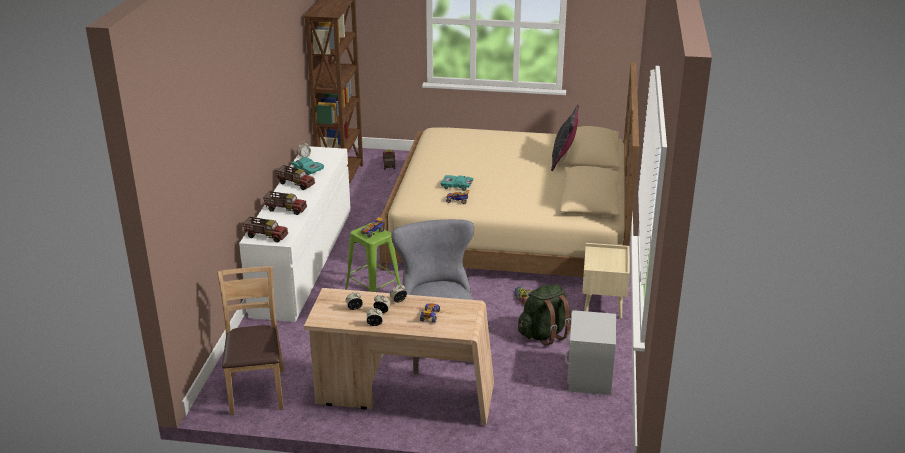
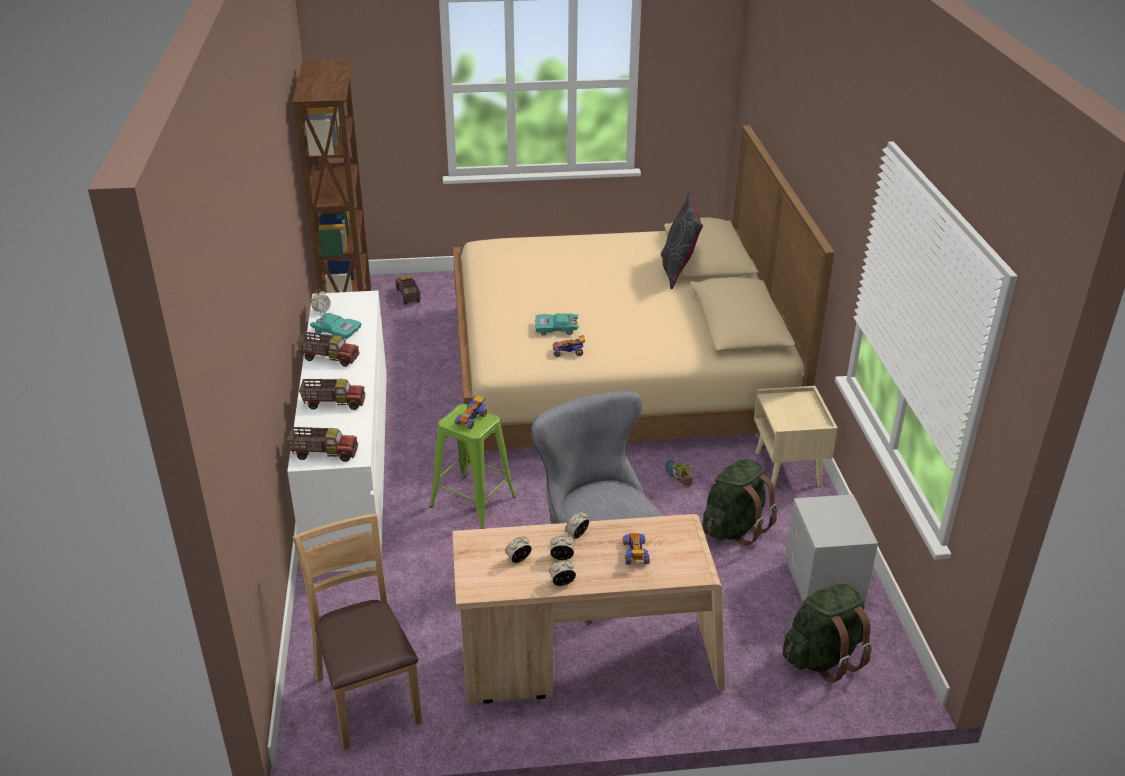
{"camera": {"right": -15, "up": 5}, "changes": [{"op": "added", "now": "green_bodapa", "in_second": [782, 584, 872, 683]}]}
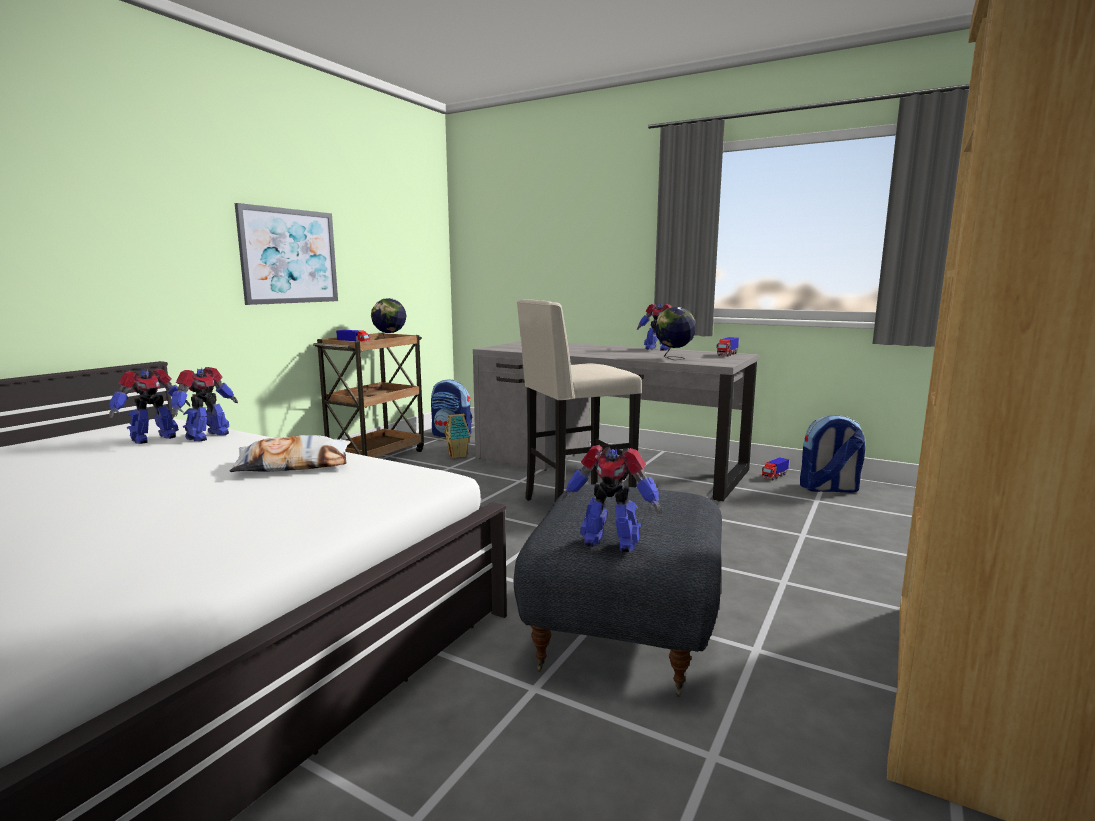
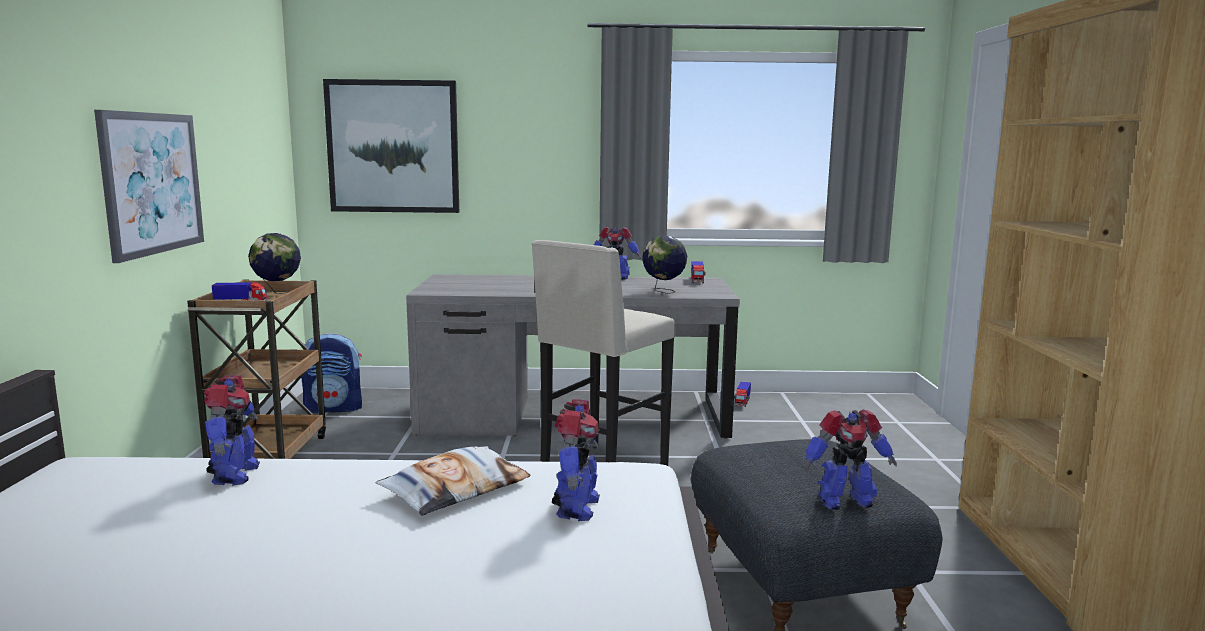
{"camera": {"right": -30, "up": 0}, "changes": [{"op": "removed", "was": "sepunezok", "in_first": [444, 414, 471, 458]}, {"op": "removed", "was": "bodapa", "in_first": [800, 415, 865, 493]}, {"op": "added", "now": "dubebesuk", "in_second": [323, 79, 459, 213]}, {"op": "moved", "was": "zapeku", "in_first": [109, 368, 191, 444], "in_second": [552, 399, 600, 521]}]}
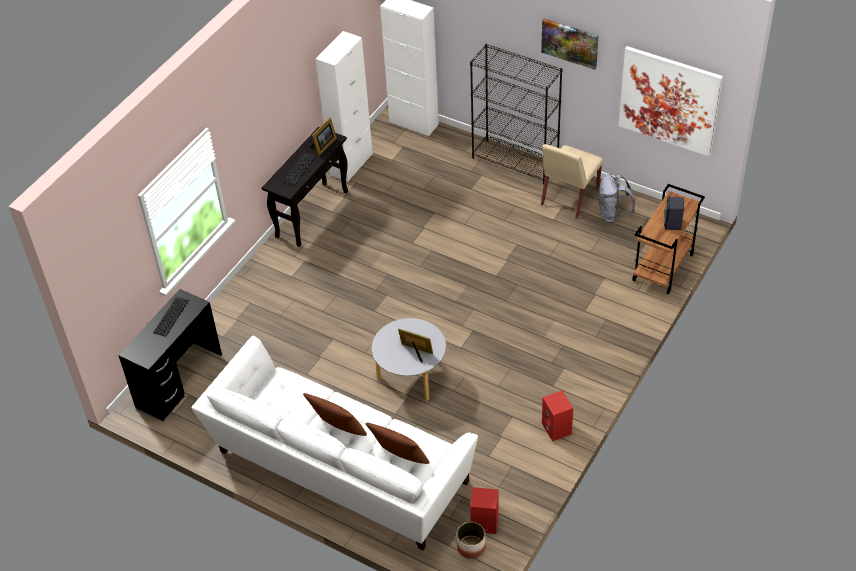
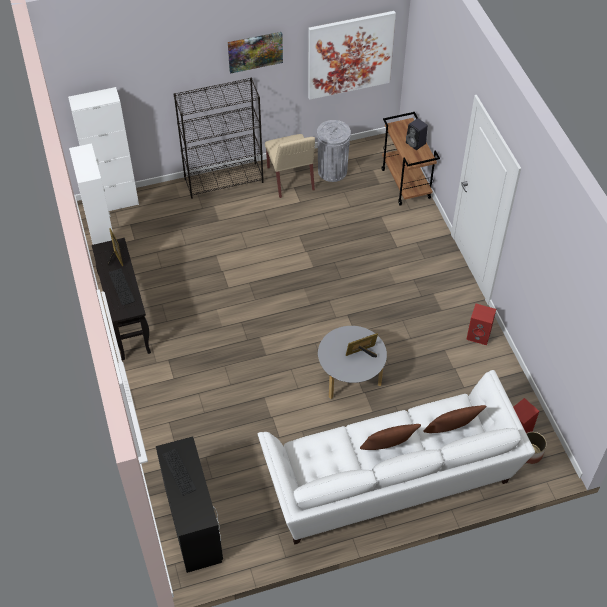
{"camera": {"right": -50, "up": 5}, "changes": [{"op": "replaced", "was": "grey_bodapa", "now": "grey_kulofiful", "in_first": [598, 174, 635, 223], "in_second": [317, 120, 351, 182]}]}
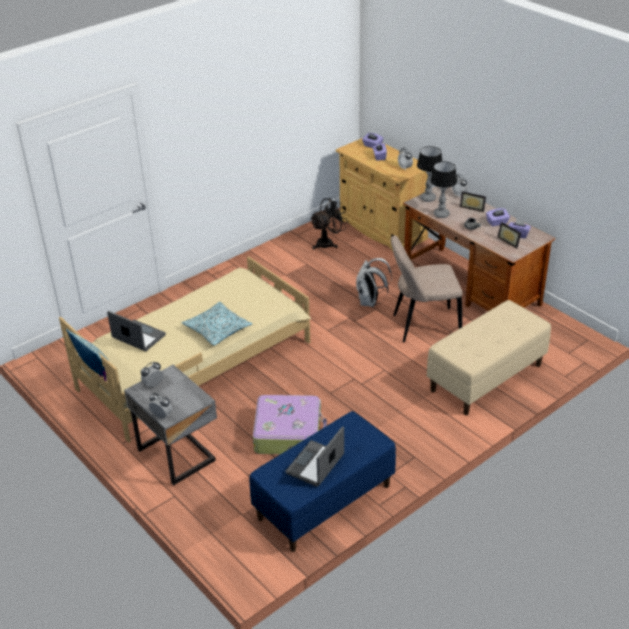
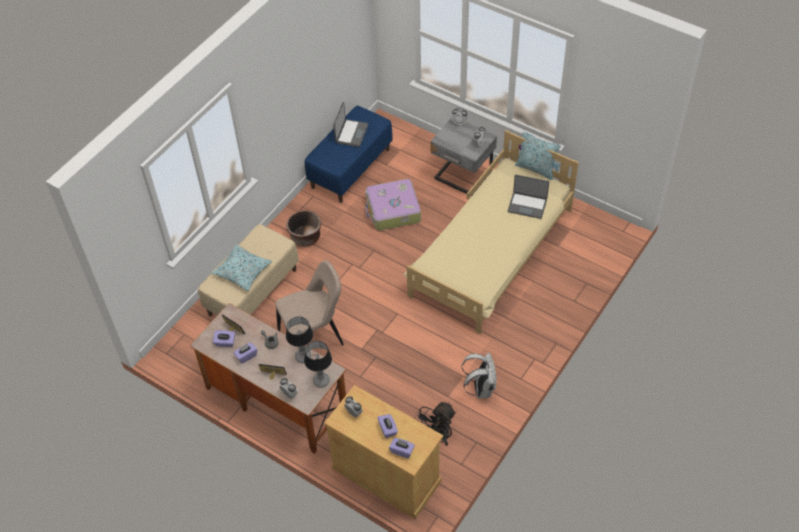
{"camera": {"right": 165, "up": 15}, "changes": [{"op": "added", "now": "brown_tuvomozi", "in_second": [286, 210, 321, 247]}, {"op": "moved", "was": "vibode", "in_first": [181, 302, 252, 346], "in_second": [212, 245, 272, 291]}, {"op": "moved", "was": "white_bodapa", "in_first": [356, 258, 392, 307], "in_second": [461, 353, 497, 399]}]}
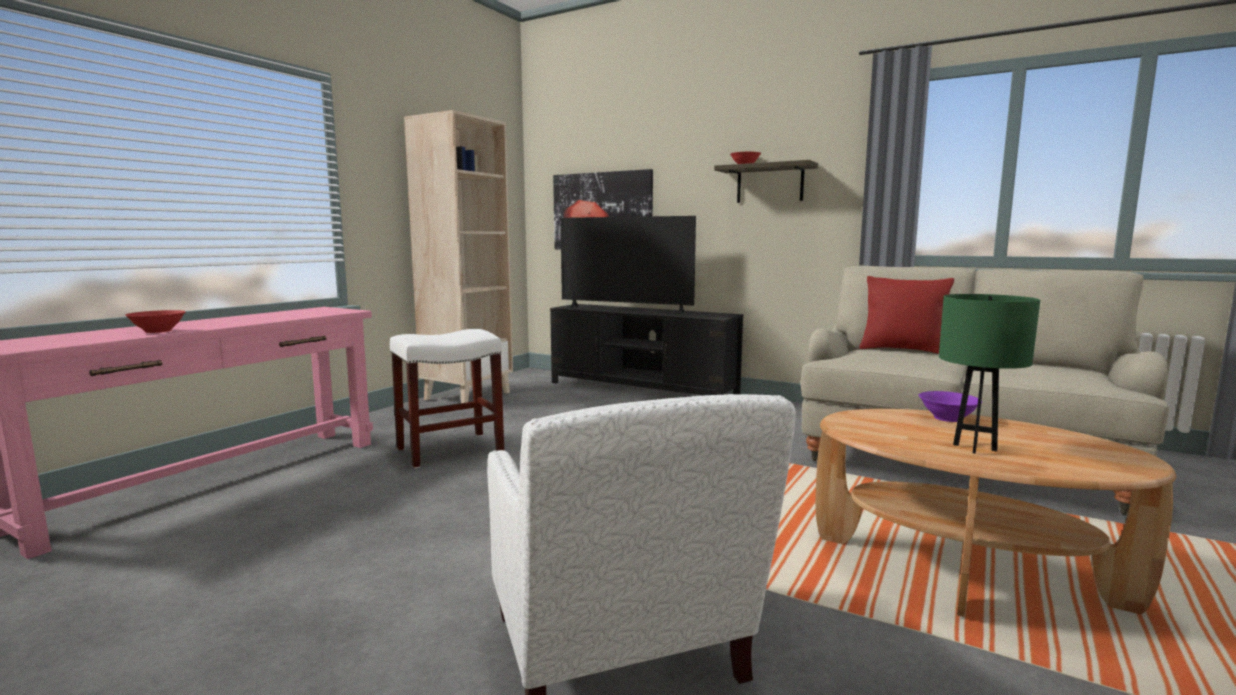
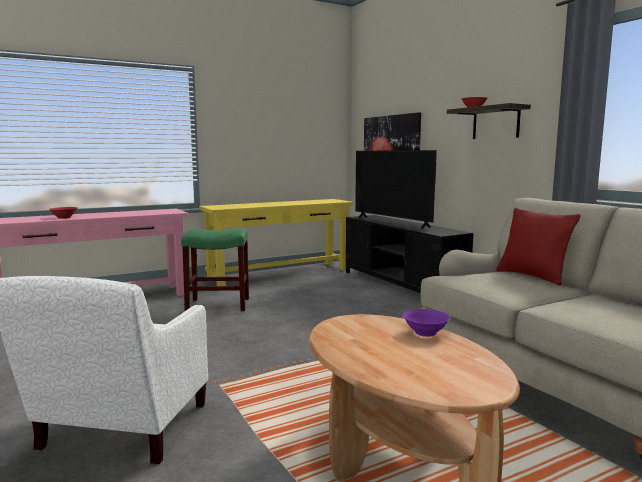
{"camera": {"right": 30, "up": 0}, "changes": [{"op": "removed", "was": "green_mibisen", "in_first": [939, 294, 1040, 454]}, {"op": "replaced", "was": "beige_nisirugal", "now": "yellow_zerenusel", "in_first": [404, 110, 513, 403], "in_second": [199, 199, 353, 286]}, {"op": "recoloured", "was": "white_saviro", "now": "green_saviro", "in_first": [390, 329, 504, 469], "in_second": [181, 228, 249, 312]}]}
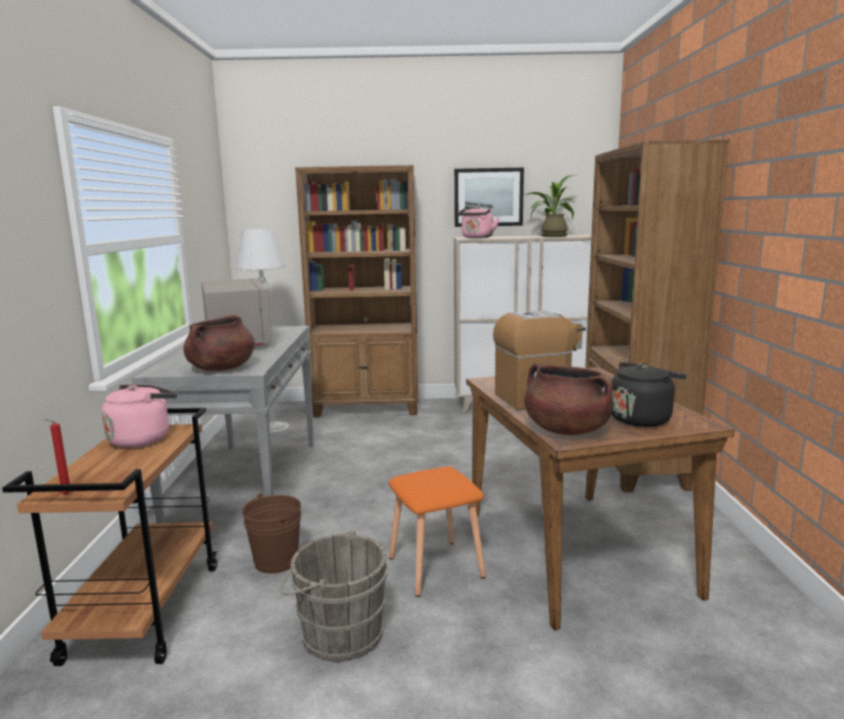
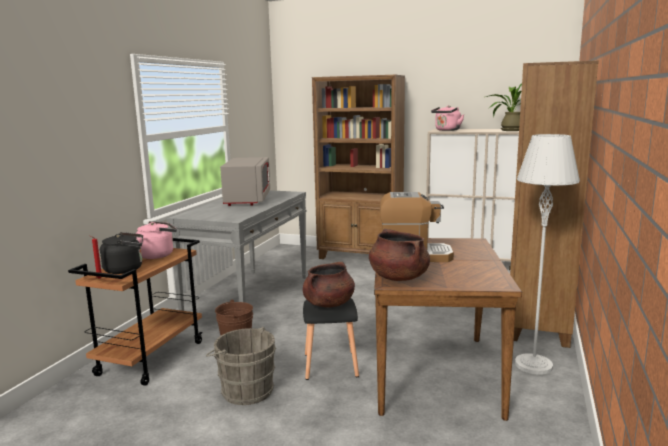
{"camera": {"right": 20, "up": 0}, "changes": [{"op": "removed", "was": "dubebesuk", "in_first": [454, 168, 524, 227]}, {"op": "moved", "was": "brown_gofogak", "in_first": [184, 315, 255, 371], "in_second": [303, 262, 355, 308]}, {"op": "moved", "was": "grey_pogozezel", "in_first": [235, 229, 289, 435], "in_second": [515, 134, 580, 375]}, {"op": "moved", "was": "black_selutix", "in_first": [611, 362, 687, 427], "in_second": [100, 232, 143, 274]}, {"op": "recoloured", "was": "orange_saviro", "now": "black_saviro", "in_first": [389, 466, 486, 597], "in_second": [303, 298, 359, 380]}]}
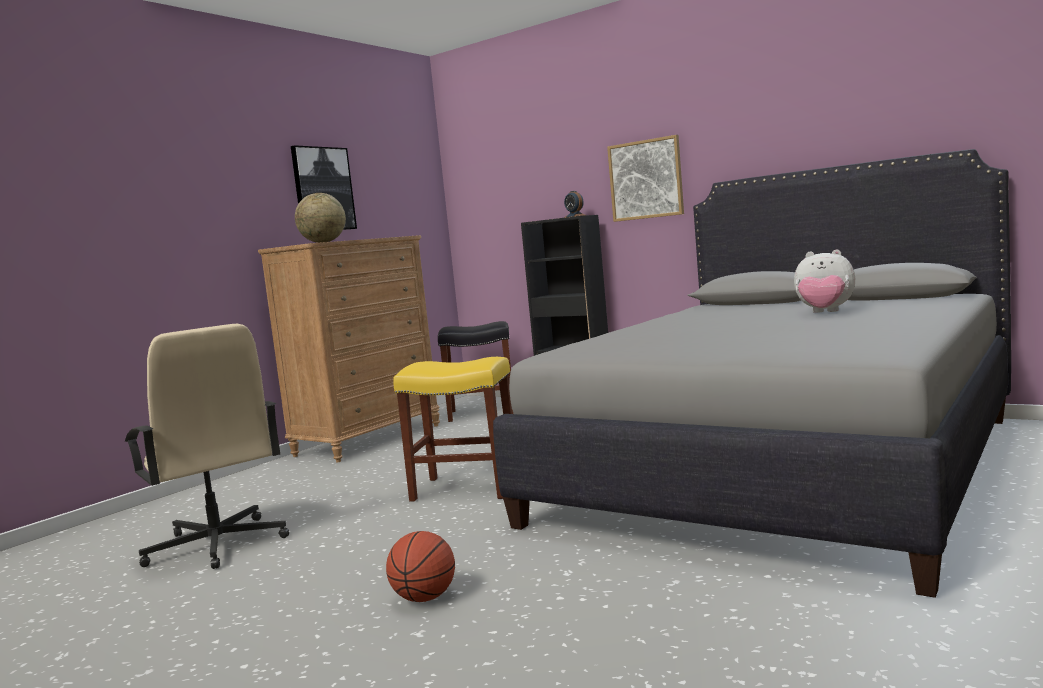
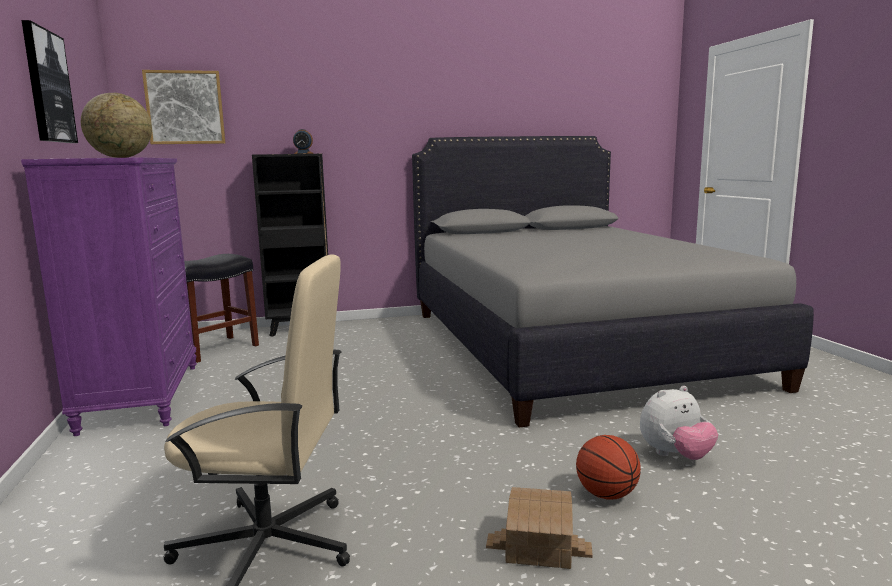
{"camera": {"right": -50, "up": 5}, "changes": [{"op": "removed", "was": "yellow_saviro", "in_first": [393, 357, 512, 502]}, {"op": "added", "now": "sepunezok", "in_second": [486, 487, 593, 569]}, {"op": "moved", "was": "dubebesuk", "in_first": [607, 135, 684, 222], "in_second": [142, 70, 225, 144]}, {"op": "moved", "was": "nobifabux", "in_first": [794, 249, 855, 313], "in_second": [640, 386, 718, 460]}, {"op": "recoloured", "was": "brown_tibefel", "now": "purple_tibefel", "in_first": [258, 235, 440, 462], "in_second": [21, 157, 197, 436]}]}
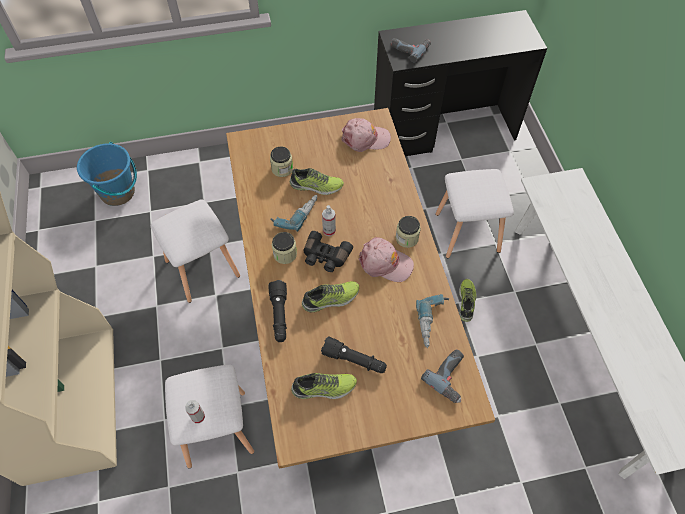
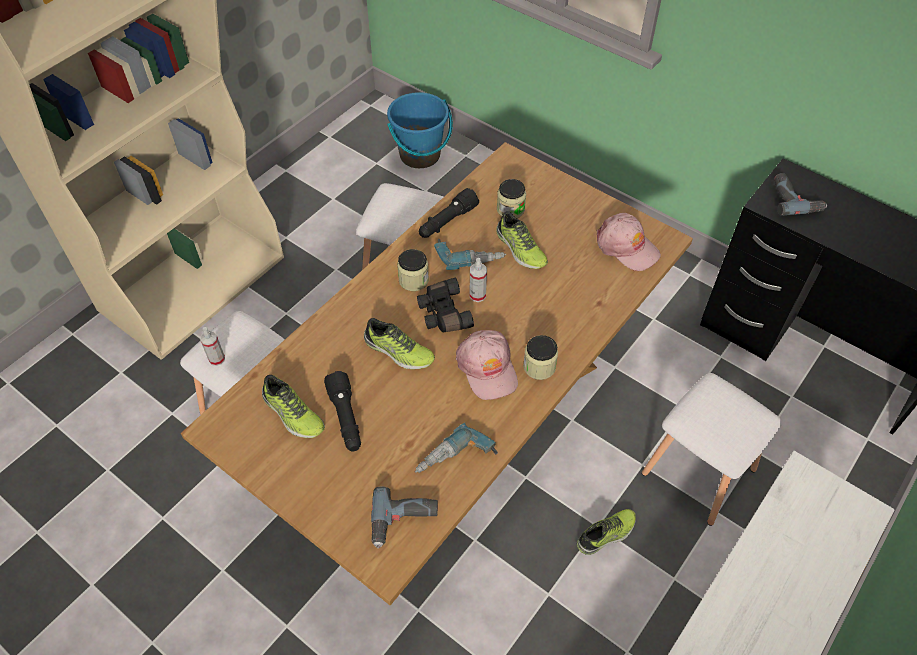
{"camera": {"right": 50, "up": -5}, "changes": [{"op": "moved", "was": "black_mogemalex", "in_first": [268, 280, 287, 342], "in_second": [419, 188, 479, 238]}]}
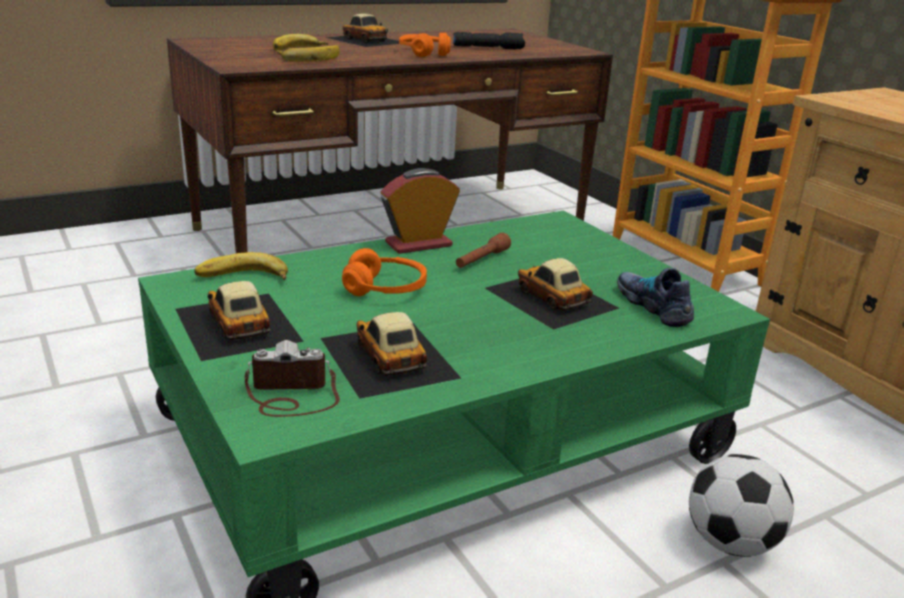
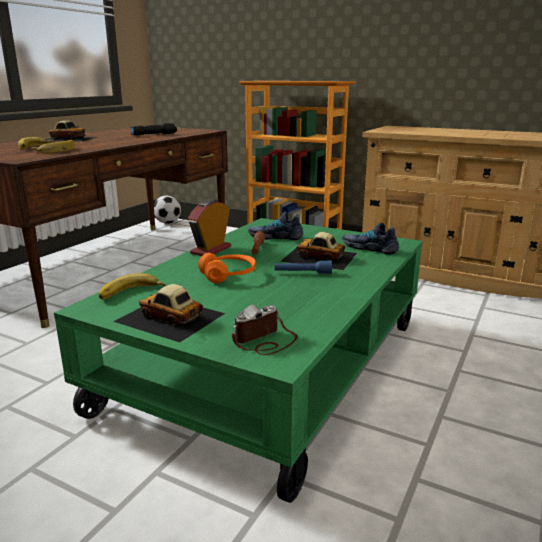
{"camera": {"right": -30, "up": -5}, "changes": [{"op": "removed", "was": "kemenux", "in_first": [321, 312, 461, 399]}, {"op": "removed", "was": "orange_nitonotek", "in_first": [399, 33, 451, 57]}, {"op": "added", "now": "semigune", "in_second": [248, 212, 303, 240]}, {"op": "added", "now": "blue_mogemalex", "in_second": [275, 260, 332, 274]}, {"op": "moved", "was": "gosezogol", "in_first": [689, 454, 794, 557], "in_second": [154, 195, 181, 224]}]}
